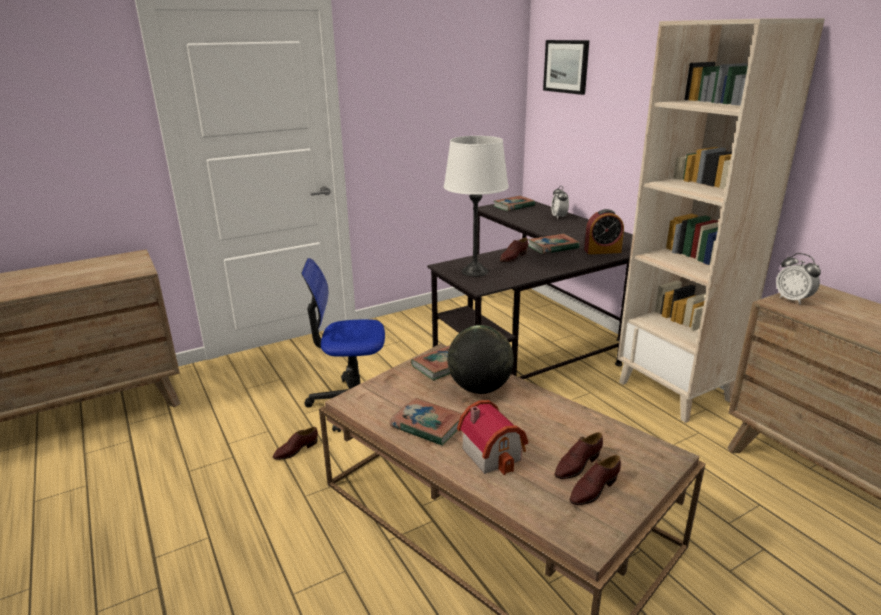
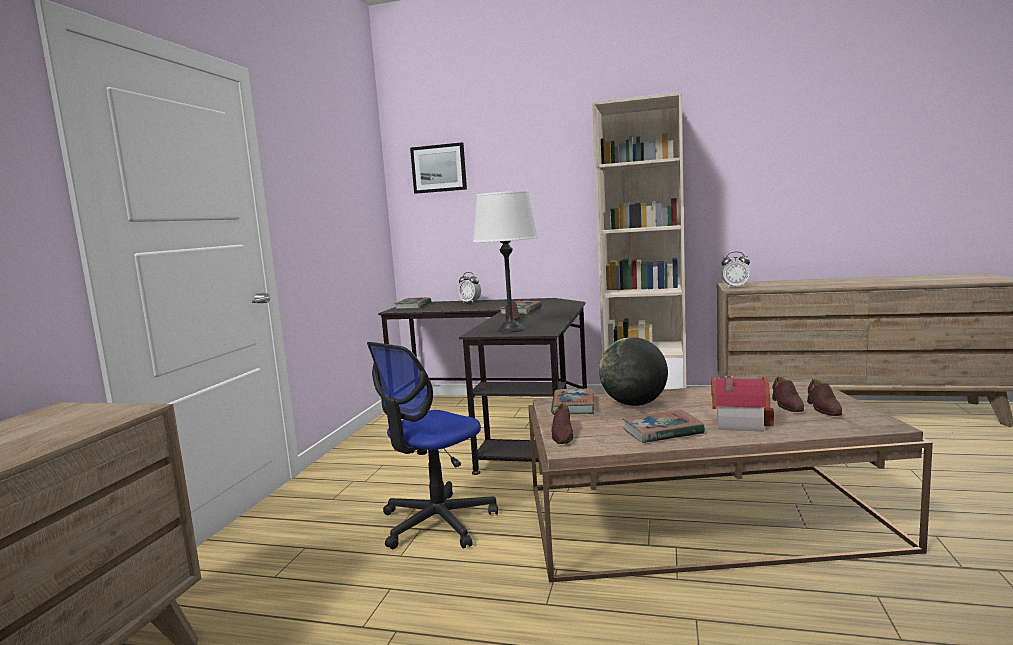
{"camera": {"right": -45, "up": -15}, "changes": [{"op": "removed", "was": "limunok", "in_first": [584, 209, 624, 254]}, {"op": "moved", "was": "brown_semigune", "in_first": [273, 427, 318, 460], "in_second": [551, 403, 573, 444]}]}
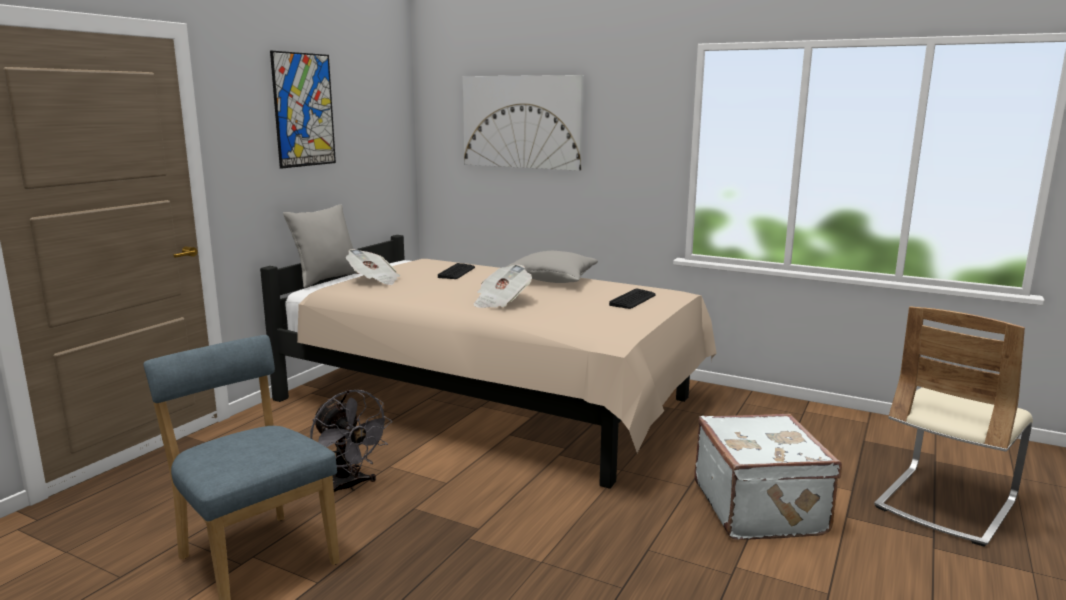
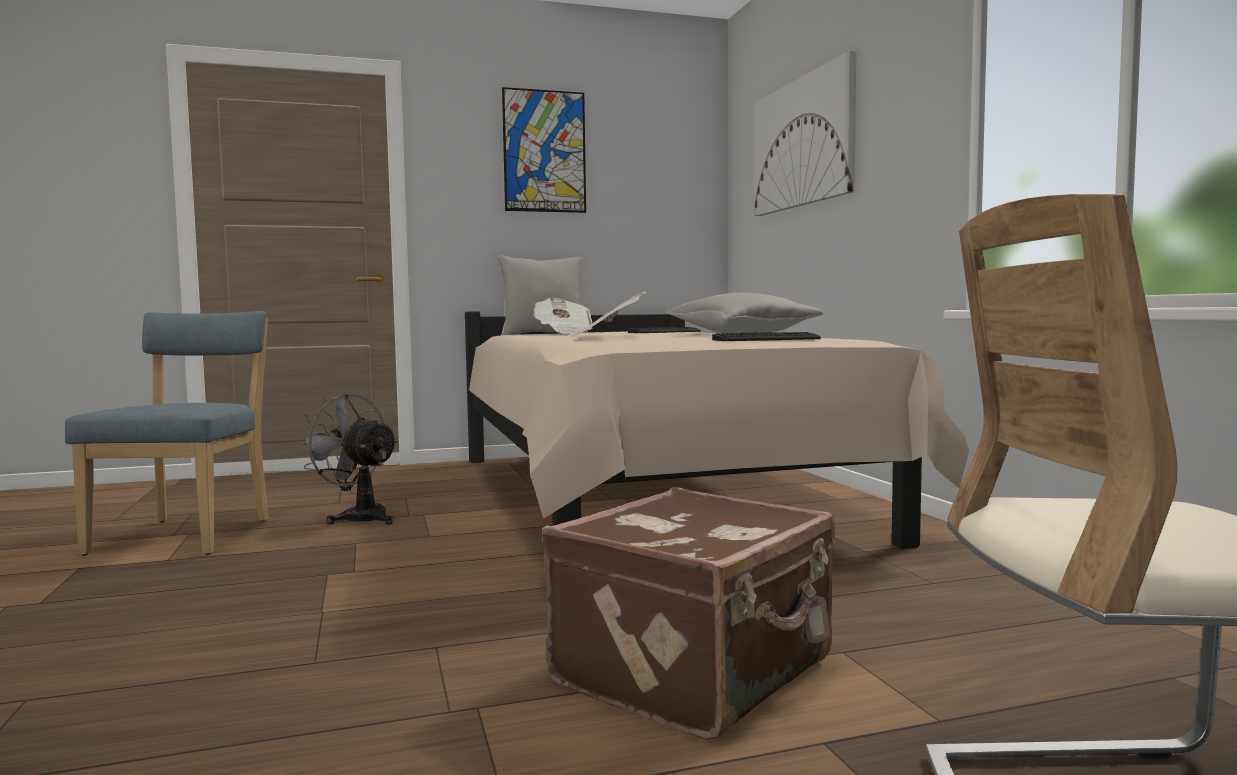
{"camera": {"right": 45, "up": -10}, "changes": [{"op": "recoloured", "was": "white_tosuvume", "now": "brown_tosuvume", "in_first": [694, 414, 842, 540], "in_second": [542, 487, 835, 740]}, {"op": "turned", "was": "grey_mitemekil", "in_first": [310, 390, 392, 492], "in_second": [297, 394, 399, 525], "clockwise": 120}]}
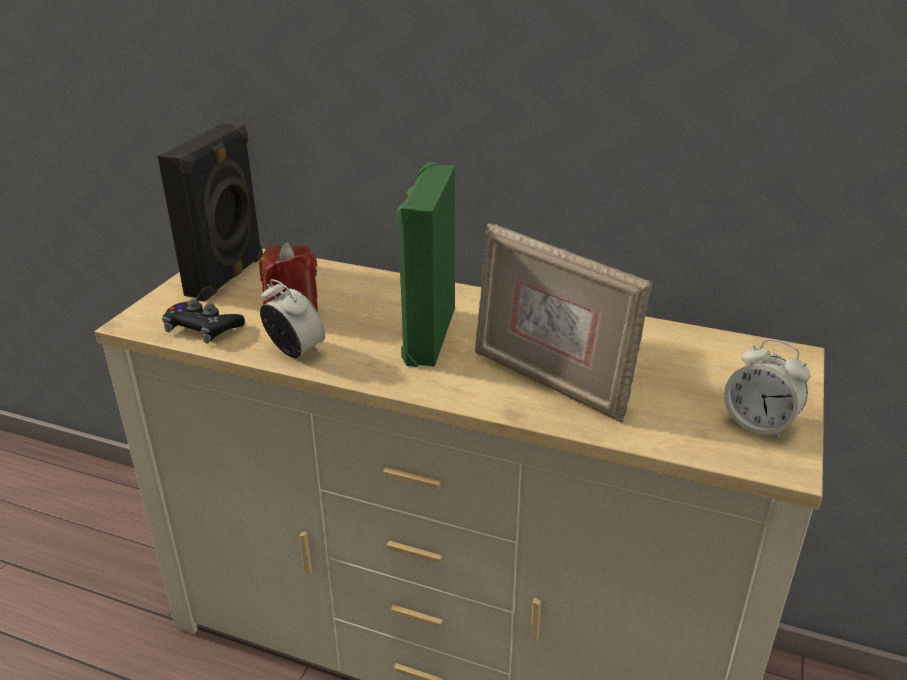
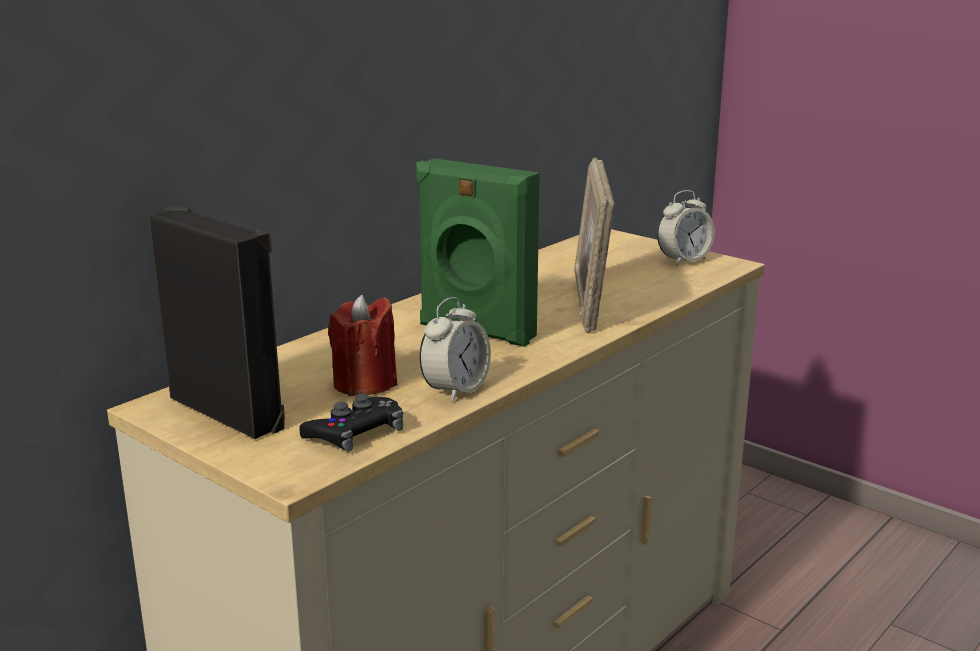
{"camera": {"right": -70, "up": -10}, "changes": [{"op": "turned", "was": "limunok", "in_first": [260, 279, 325, 358], "in_second": [419, 297, 491, 401], "clockwise": 150}, {"op": "turned", "was": "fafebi", "in_first": [475, 223, 652, 423], "in_second": [574, 158, 615, 333], "clockwise": 120}]}
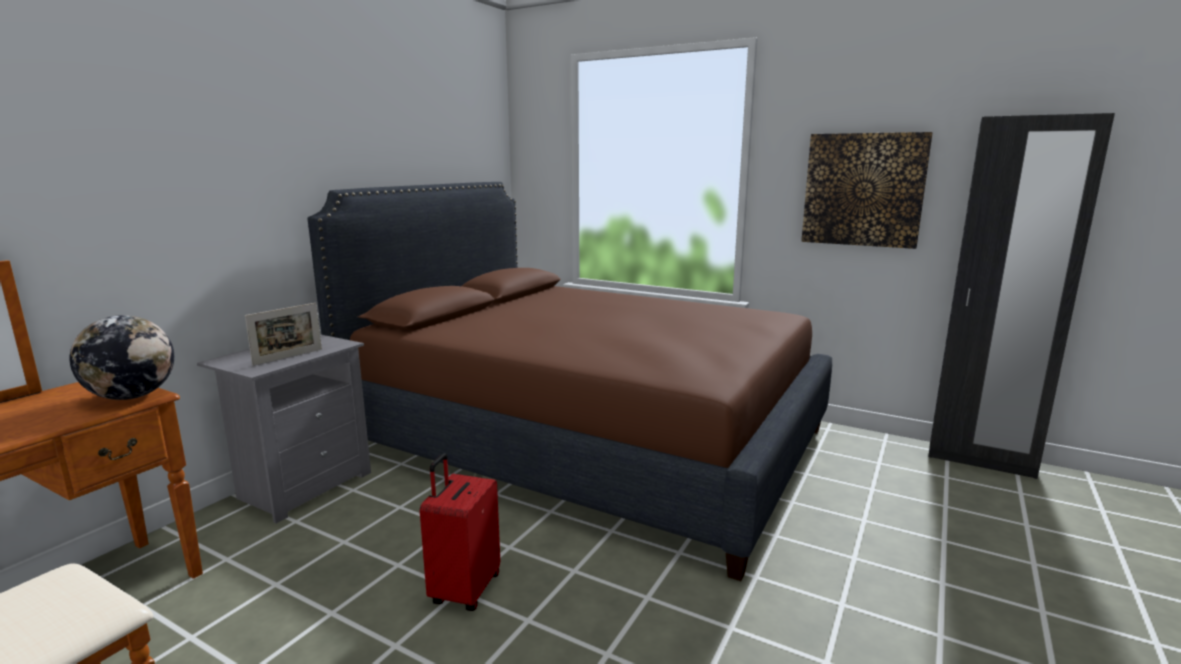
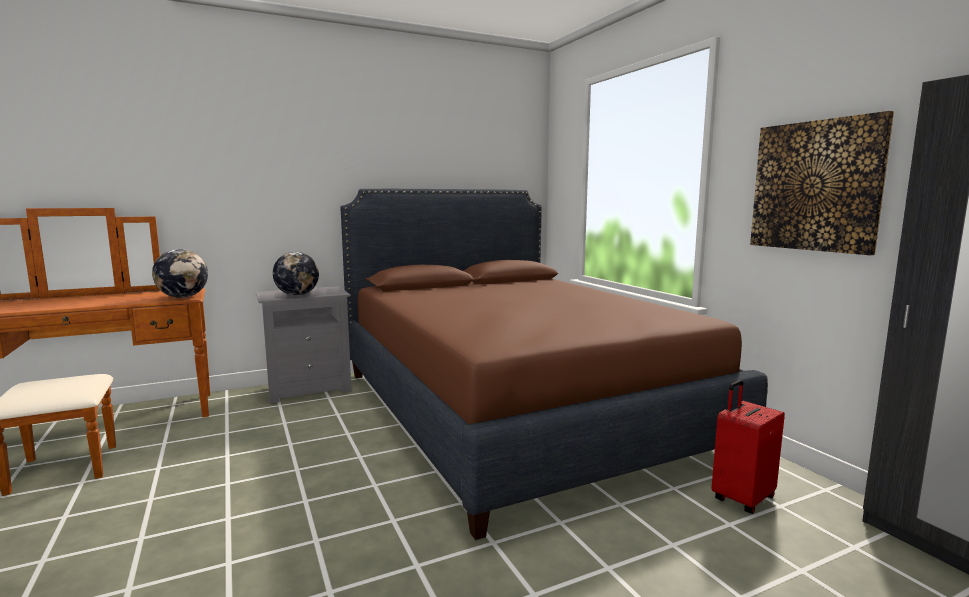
{"camera": {"right": 35, "up": -5}, "changes": [{"op": "moved", "was": "red_tosuvume", "in_first": [420, 453, 500, 611], "in_second": [711, 380, 785, 514]}, {"op": "replaced", "was": "fafebi", "now": "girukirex", "in_first": [245, 303, 322, 366], "in_second": [273, 252, 319, 296]}]}
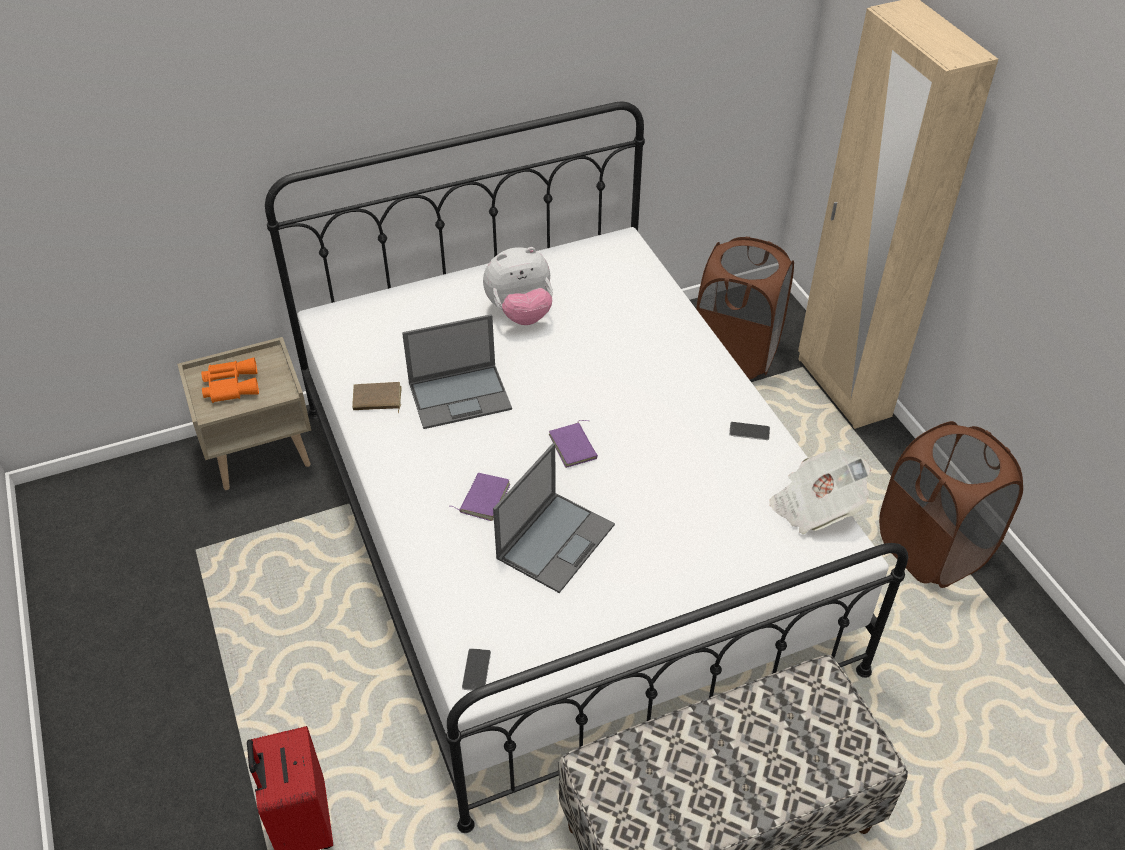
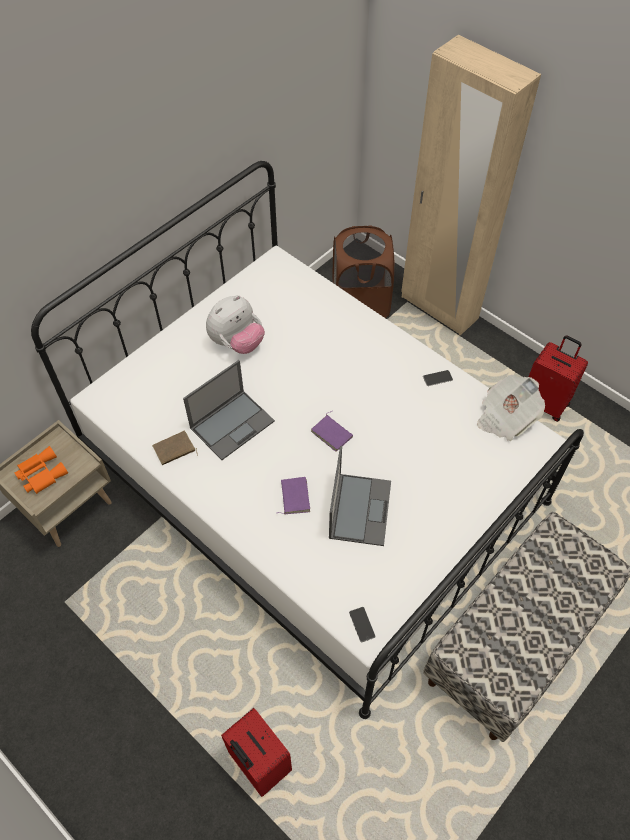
{"camera": {"right": -25, "up": 10}, "changes": [{"op": "replaced", "was": "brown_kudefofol", "now": "red_tosuvume", "in_first": [879, 421, 1023, 588], "in_second": [529, 335, 588, 422]}]}
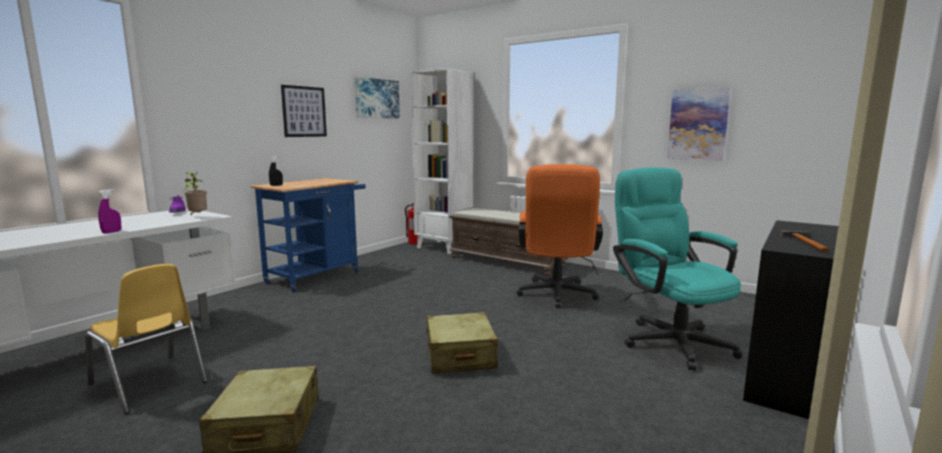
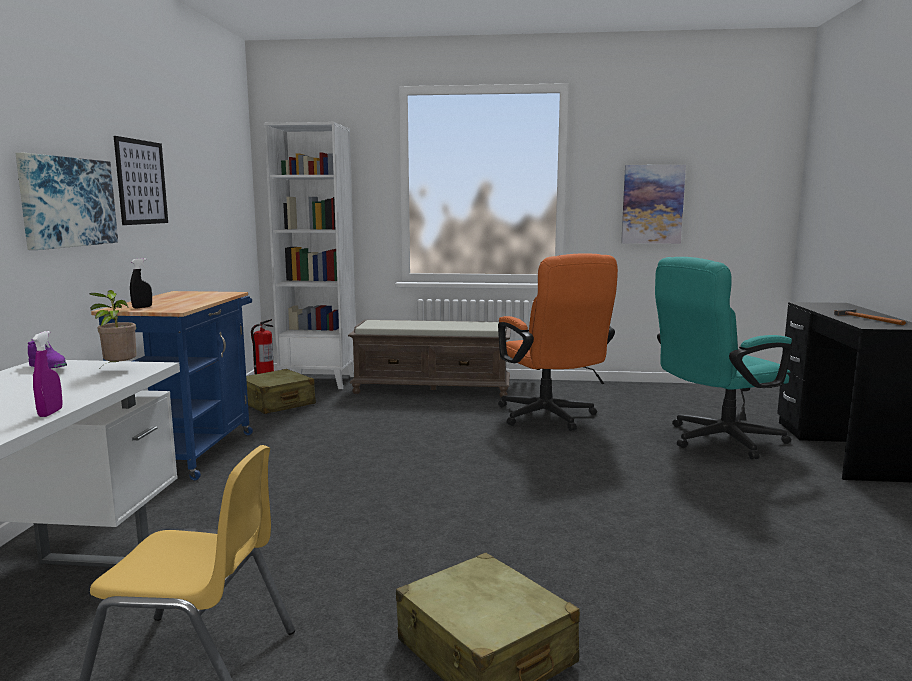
{"camera": {"right": -30, "up": 0}, "changes": [{"op": "moved", "was": "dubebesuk", "in_first": [355, 77, 400, 118], "in_second": [15, 153, 118, 250]}, {"op": "moved", "was": "beige_tosuvume", "in_first": [425, 312, 498, 374], "in_second": [246, 369, 316, 414]}, {"op": "turned", "was": "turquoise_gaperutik", "in_first": [613, 167, 742, 371], "in_second": [655, 257, 792, 459], "clockwise": -60}]}
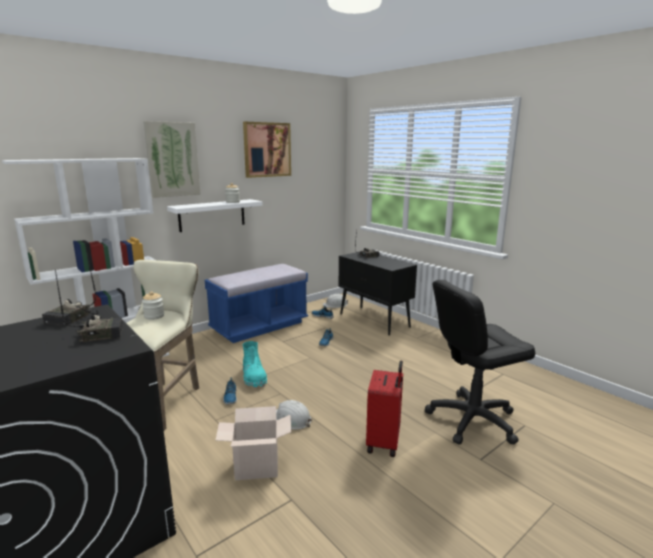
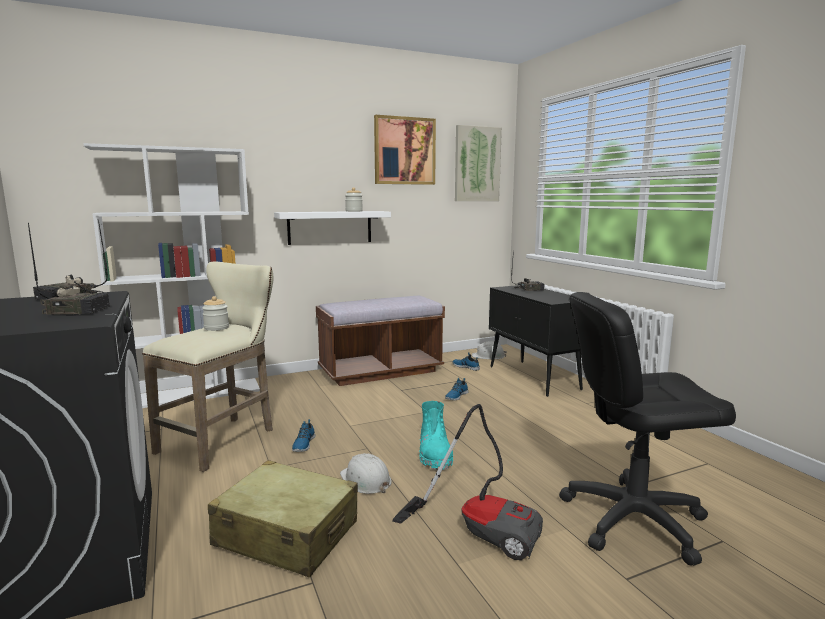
{"camera": {"right": 15, "up": -5}, "changes": [{"op": "moved", "was": "dubebesuk", "in_first": [143, 121, 201, 198], "in_second": [455, 125, 502, 201]}, {"op": "moved", "was": "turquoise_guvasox", "in_first": [242, 341, 267, 388], "in_second": [419, 401, 453, 470]}, {"op": "replaced", "was": "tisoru", "now": "beige_tosuvume", "in_first": [215, 406, 291, 480], "in_second": [208, 460, 358, 577]}, {"op": "replaced", "was": "red_tosuvume", "now": "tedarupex", "in_first": [366, 361, 403, 457], "in_second": [392, 404, 543, 560]}, {"op": "recoloured", "was": "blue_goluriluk", "now": "brown_goluriluk", "in_first": [205, 264, 308, 343], "in_second": [316, 296, 445, 386]}]}
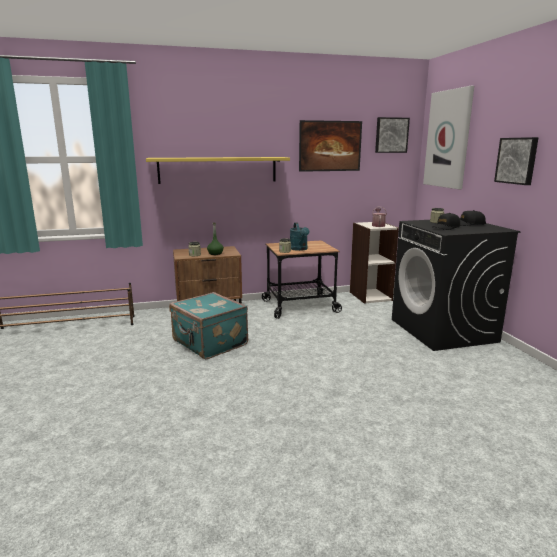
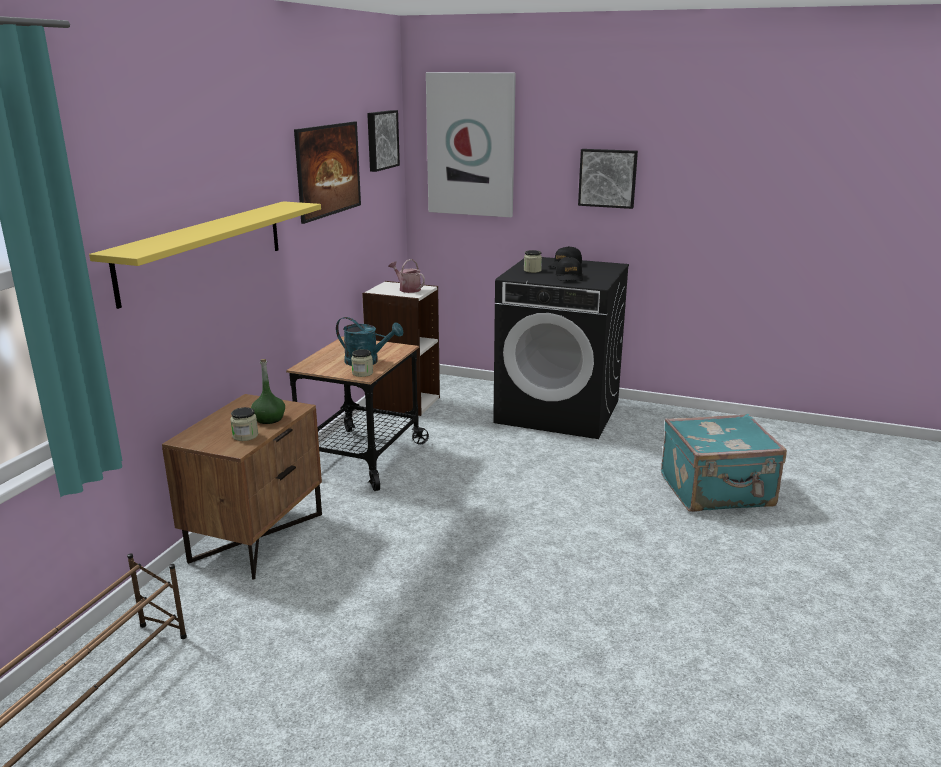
{"camera": {"right": -55, "up": 5}, "changes": [{"op": "moved", "was": "turquoise_tosuvume", "in_first": [169, 292, 248, 359], "in_second": [661, 414, 787, 512]}]}
